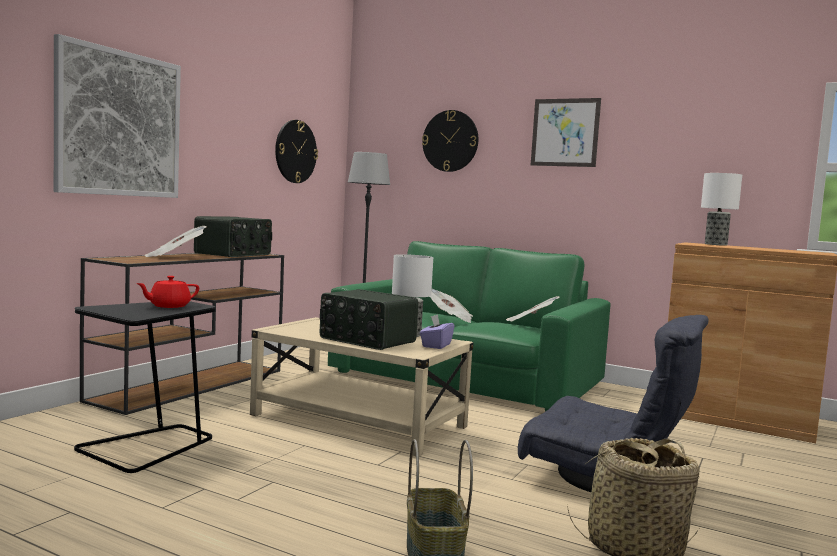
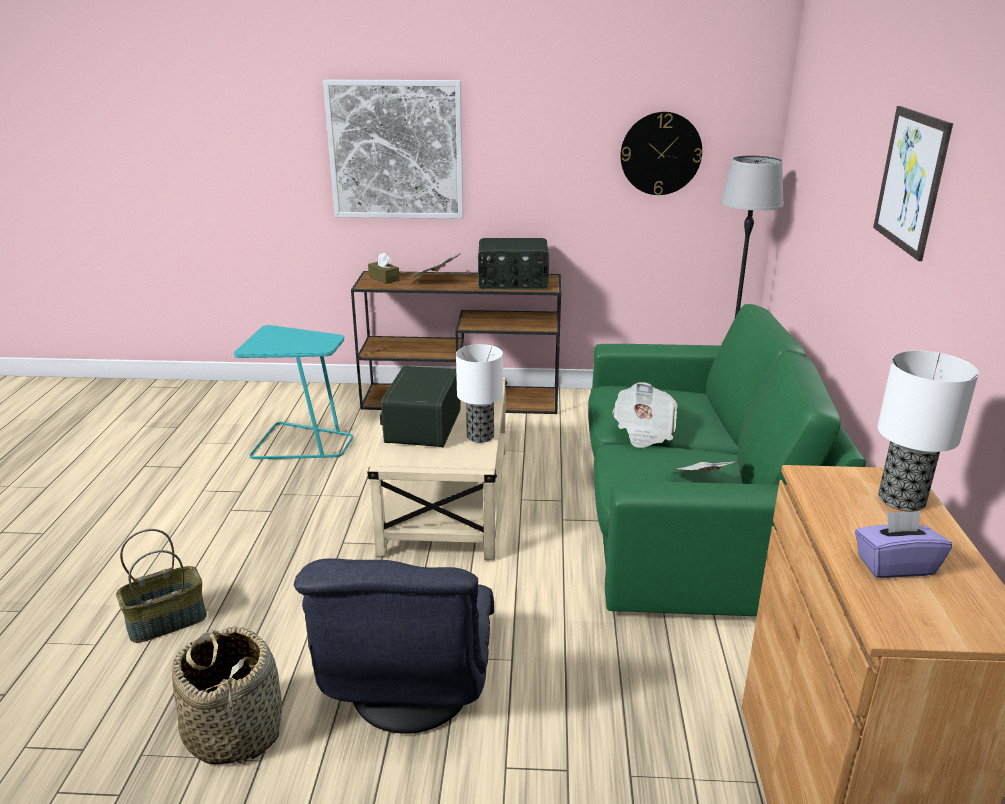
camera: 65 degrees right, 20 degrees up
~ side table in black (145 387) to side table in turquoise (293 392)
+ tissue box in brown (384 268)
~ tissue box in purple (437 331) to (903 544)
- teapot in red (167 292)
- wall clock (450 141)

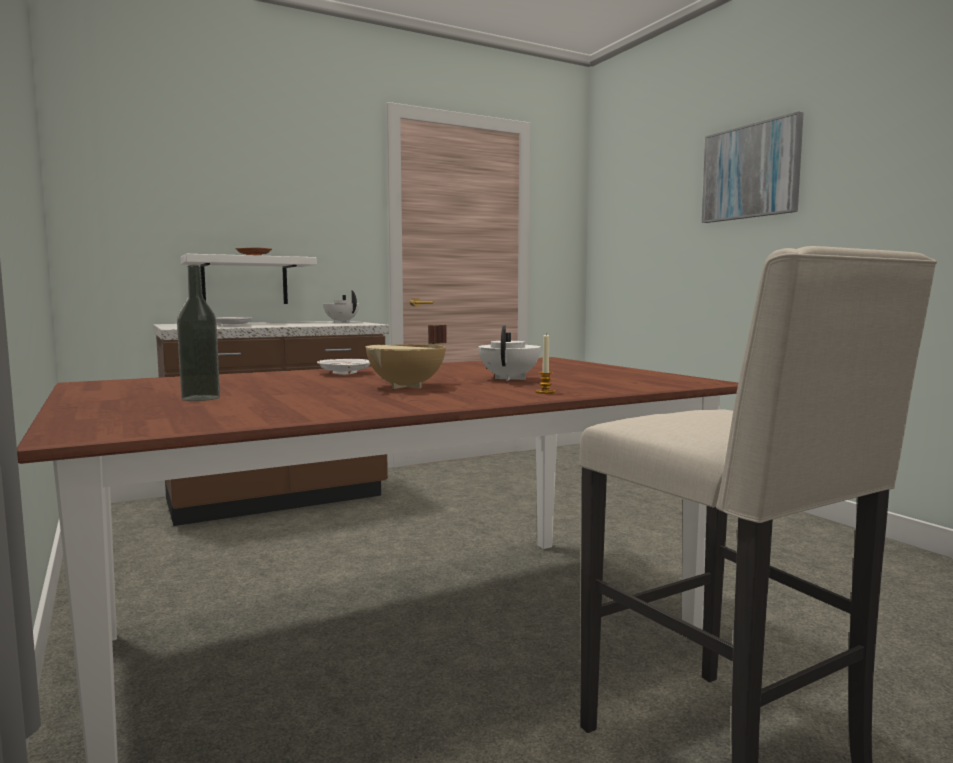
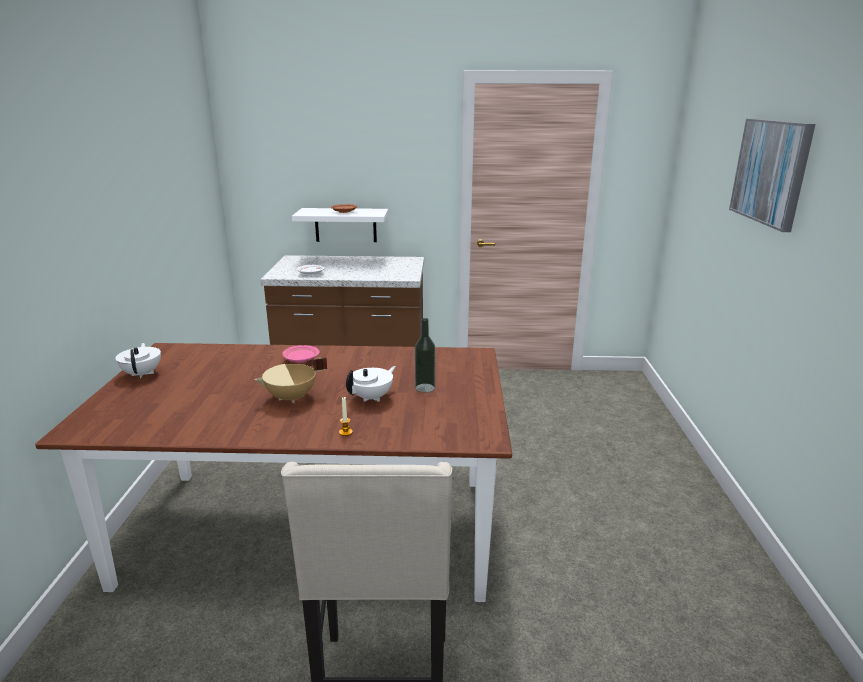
camera: 30 degrees right, 15 degrees up
~ teapot in white (341 306) to (138 360)
~ plate in white (343 367) to plate in pink (301 354)
~ bottle (198 333) to (425 355)

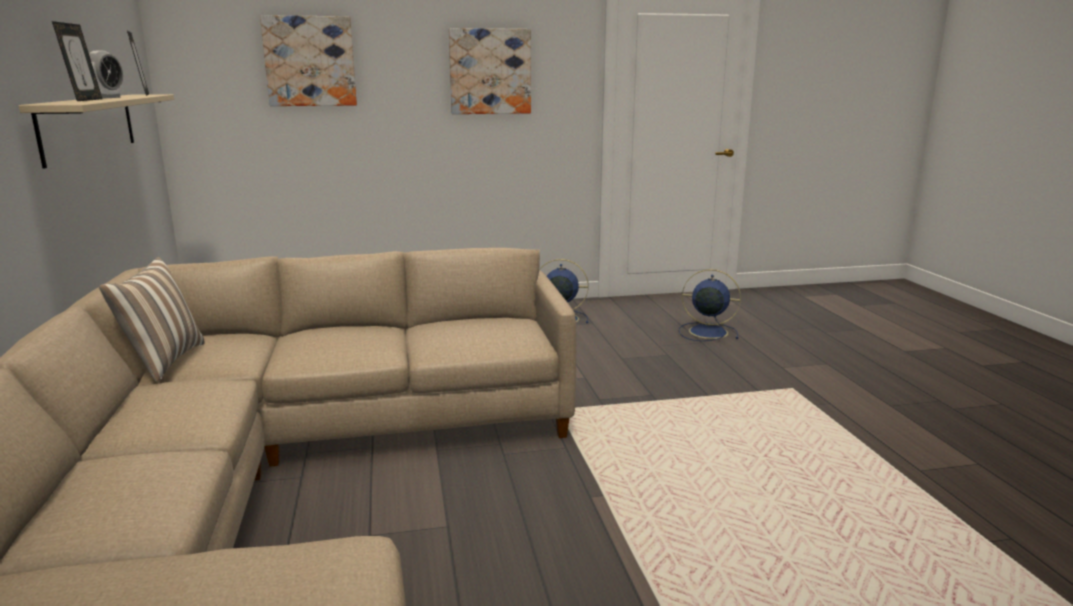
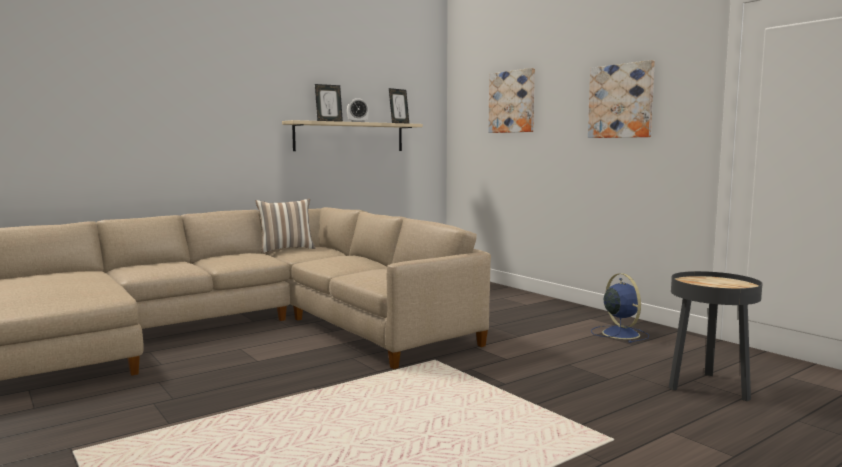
camera: 65 degrees right, 10 degrees down
~ fan in blue (710 305) to side table in black (715 336)

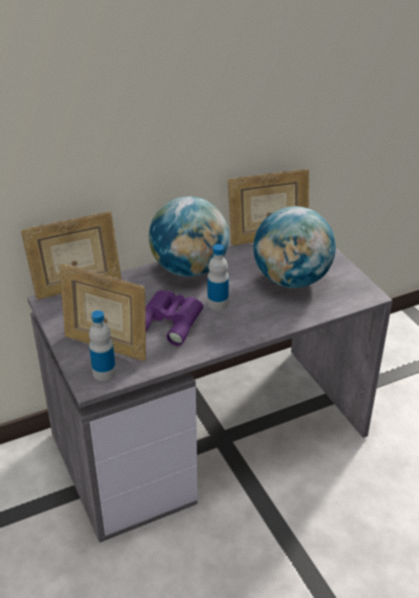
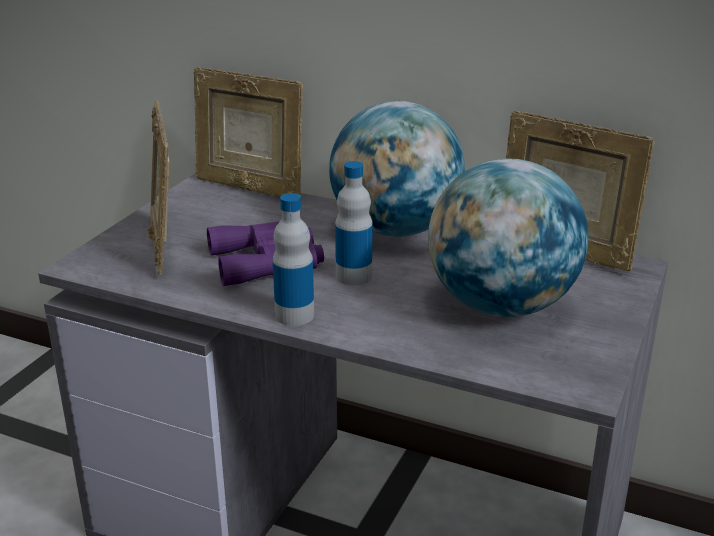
camera: 50 degrees right, 10 degrees down
~ bottle (102 345) to (293 259)

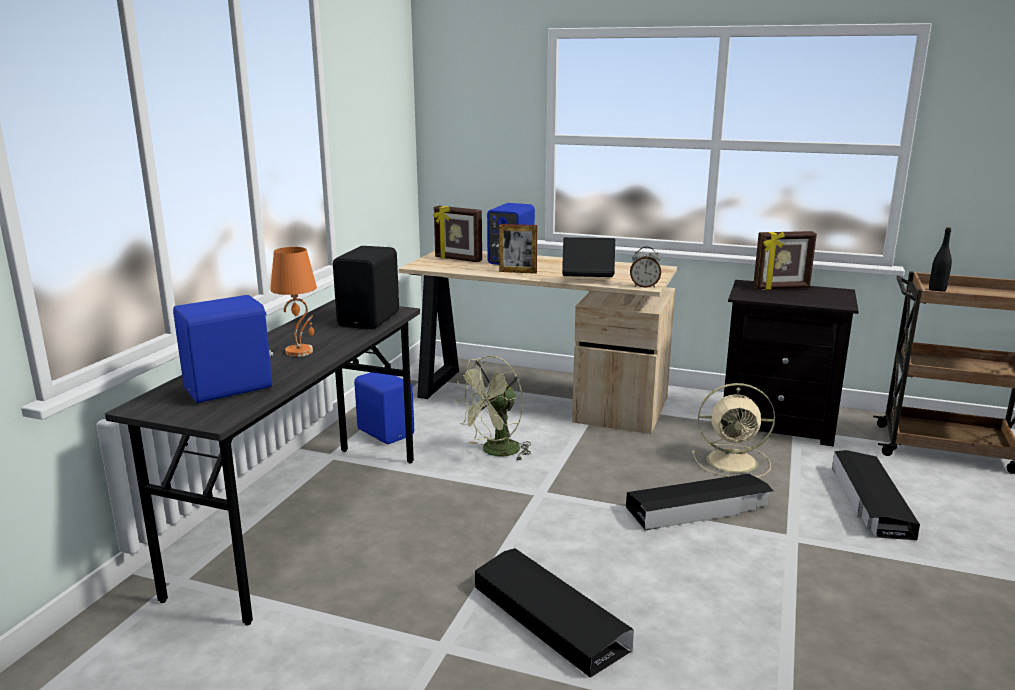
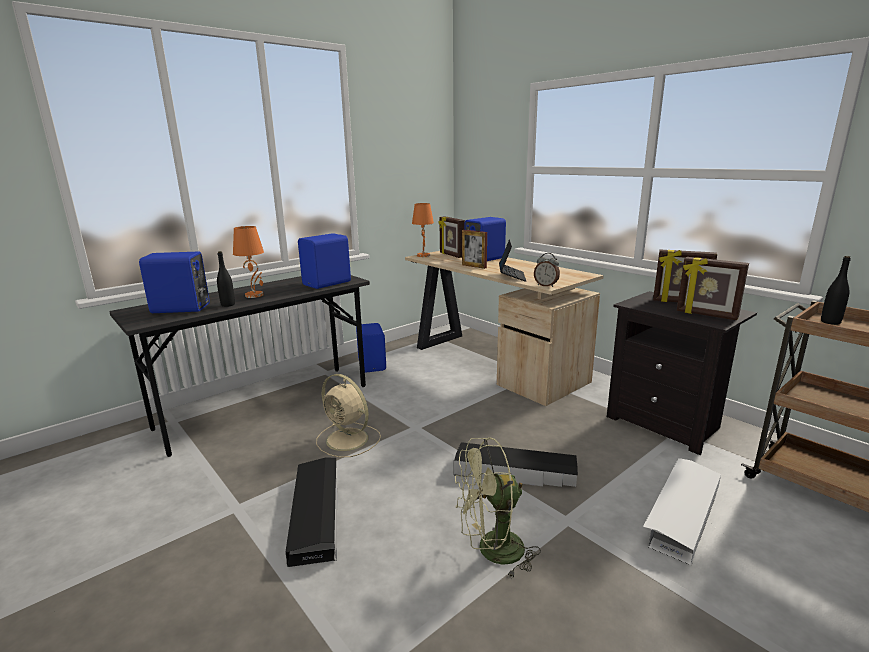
camera: 30 degrees right, 0 degrees up
+ bottle in black (226 279)
~ speaker in black (366 287) to speaker in blue (324 261)
~ fan in beige (733 430) to (348 416)
+ table lamp in orange (423 230)
~ fan in green (492 408) to (498 508)
~ laptop (588 257) = (512 260) 60 degrees clockwise
~ storage box in black (876 495) to storage box in white (682 511)
+ picture frame (713 288)

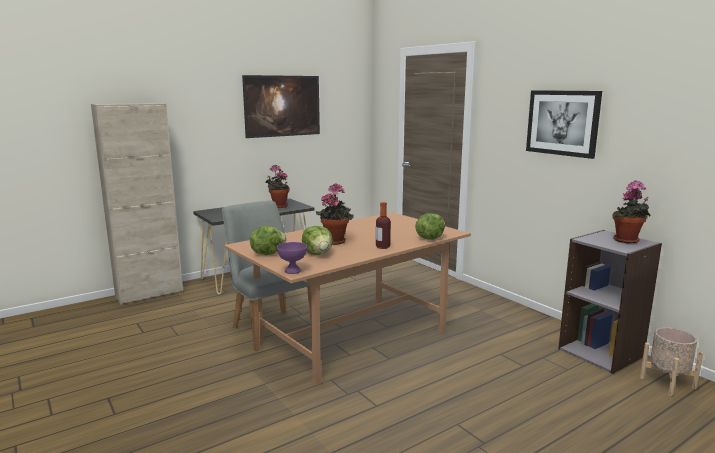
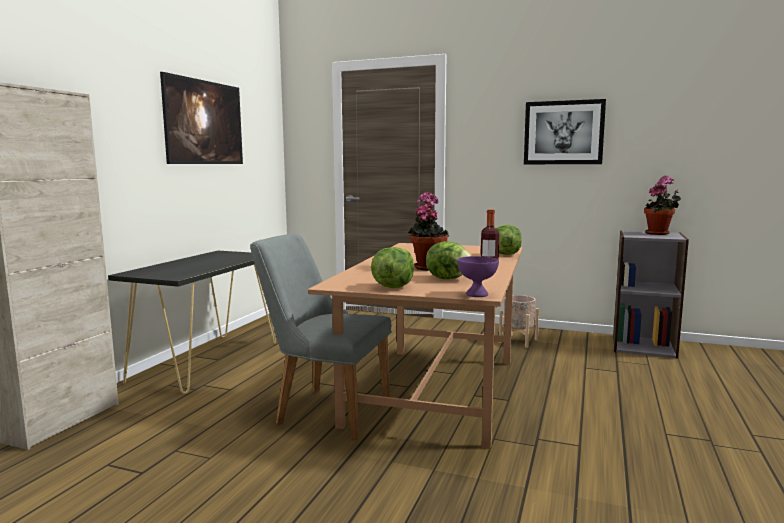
camera: 35 degrees left, 5 degrees down
~ planter in beige (671 361) to (519 321)
- potted plant (277 186)

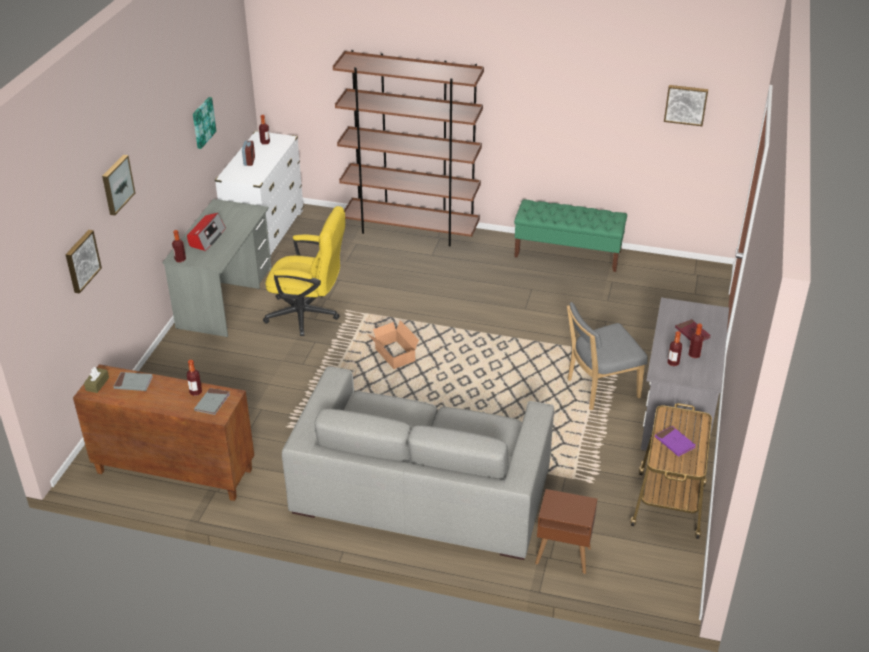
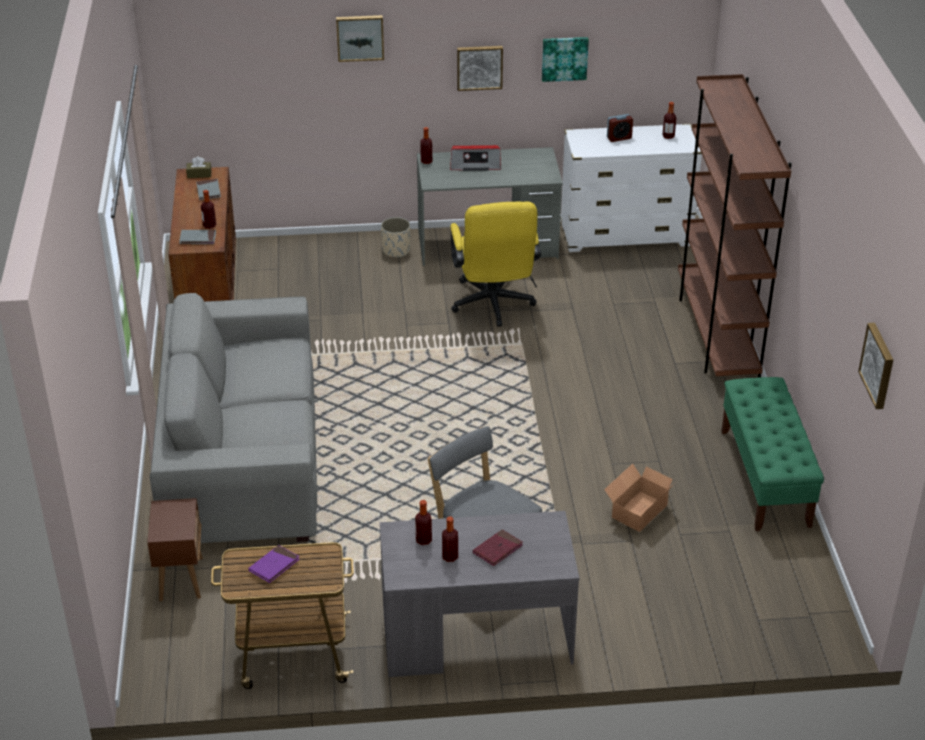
camera: 70 degrees right, 0 degrees up
+ planter in beige (396 237)
~ picture (84 262) to (480 68)
~ cardboard box (393 344) to (639 498)

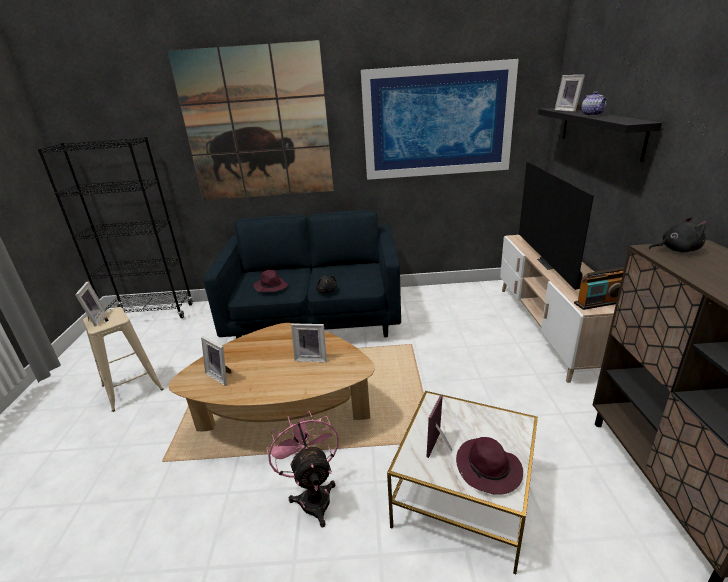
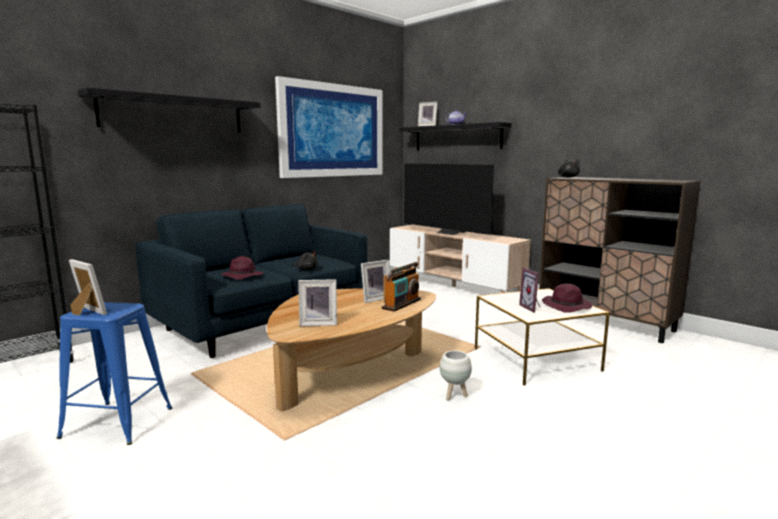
camera: 45 degrees left, 15 degrees down
~ stool in beige (123 359) to stool in blue (114 373)
~ picture (251 120) to shelf in black (169 109)
~ radio (599 288) to (401 287)
~ fan in pink (302 469) to planter in white (456 375)

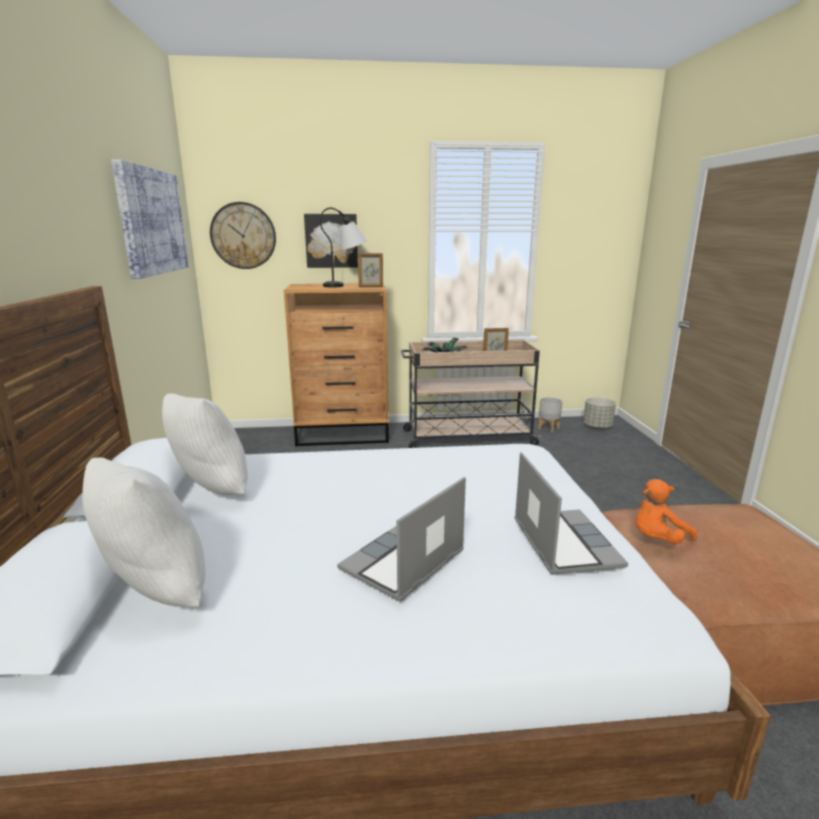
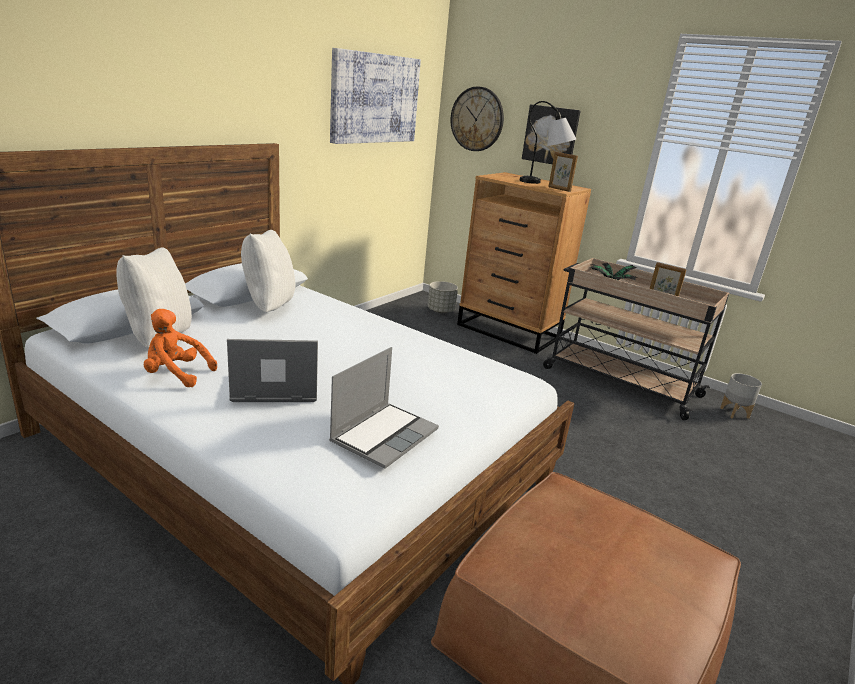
camera: 40 degrees right, 5 degrees up
~ plush toy in orange (666 511) to (180 348)
~ planter in grey (599 413) to (443 297)

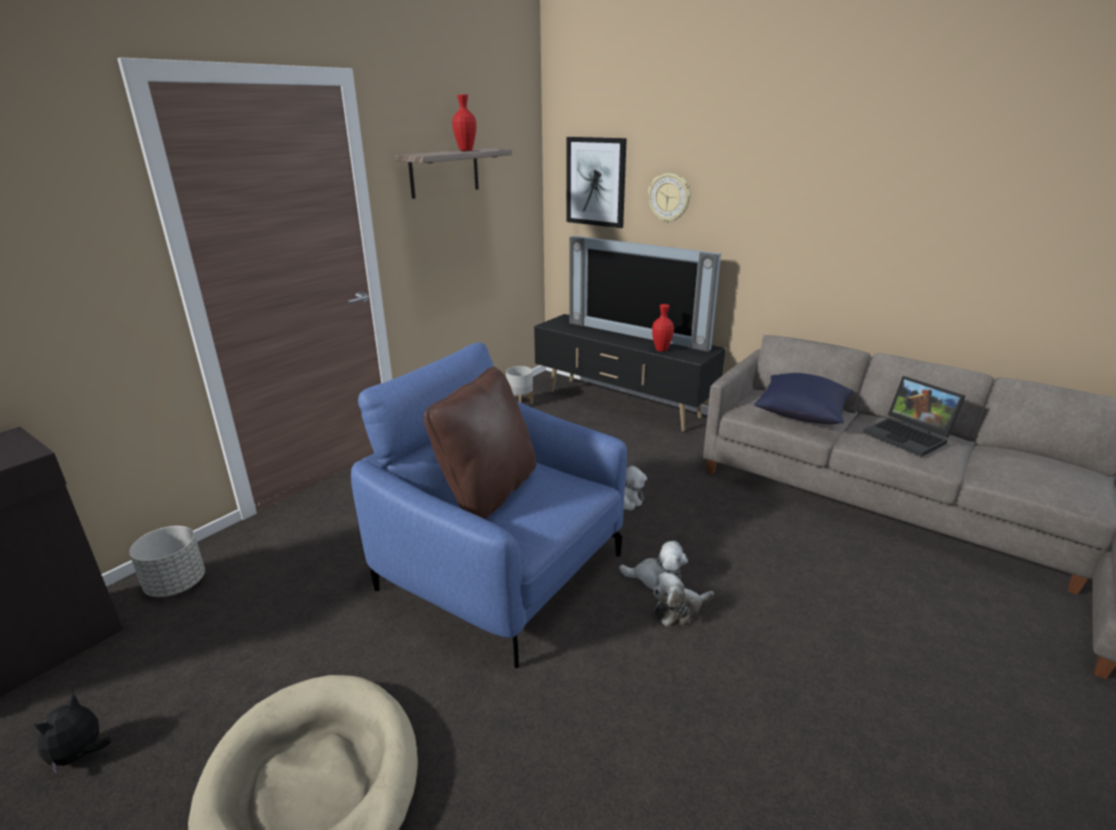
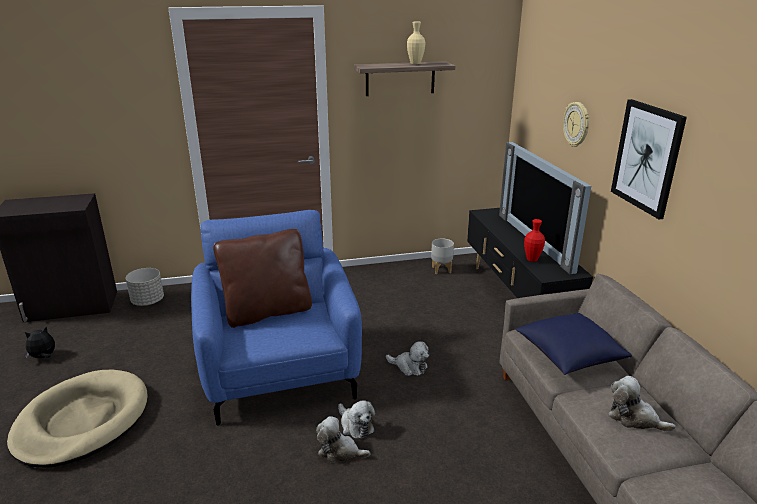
camera: 40 degrees right, 0 degrees up
~ vase in red (464 122) to vase in beige (416 43)
~ laptop (914 416) to plush toy (642 404)
~ picture (596 182) to (649 159)

